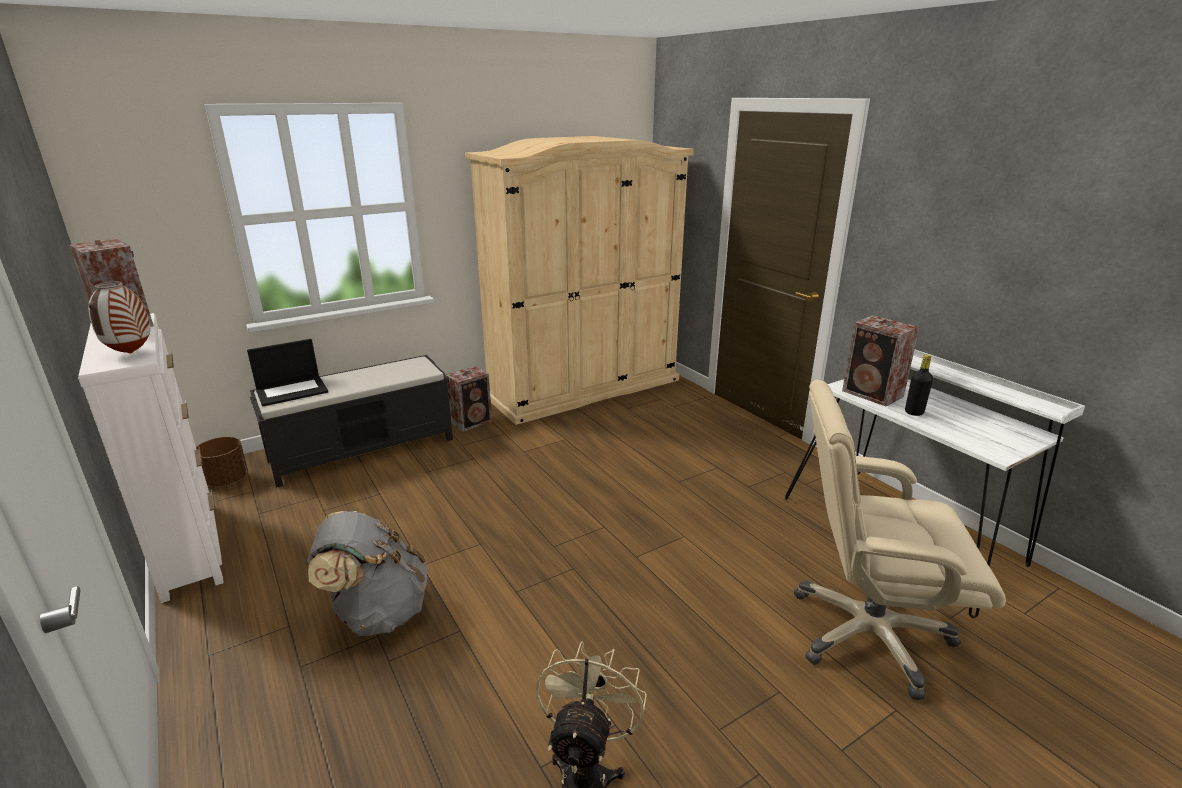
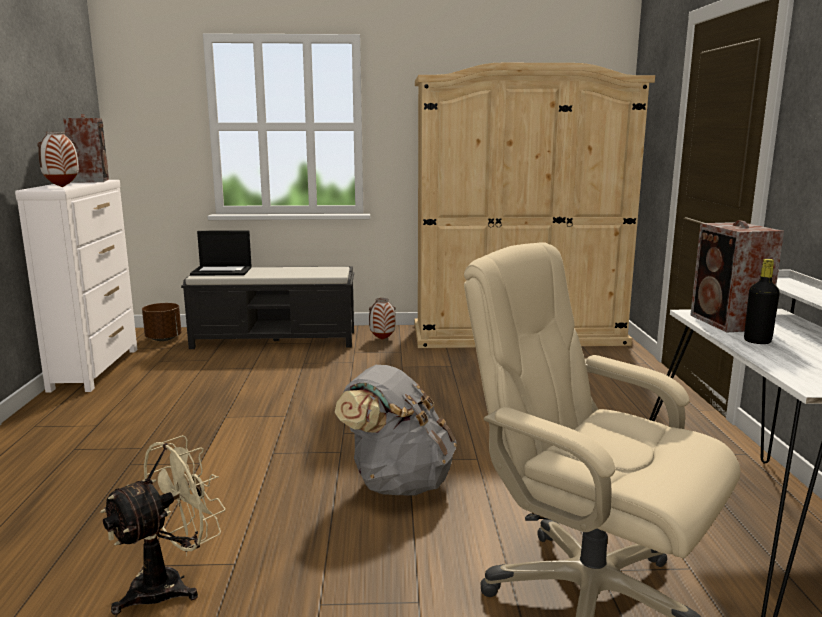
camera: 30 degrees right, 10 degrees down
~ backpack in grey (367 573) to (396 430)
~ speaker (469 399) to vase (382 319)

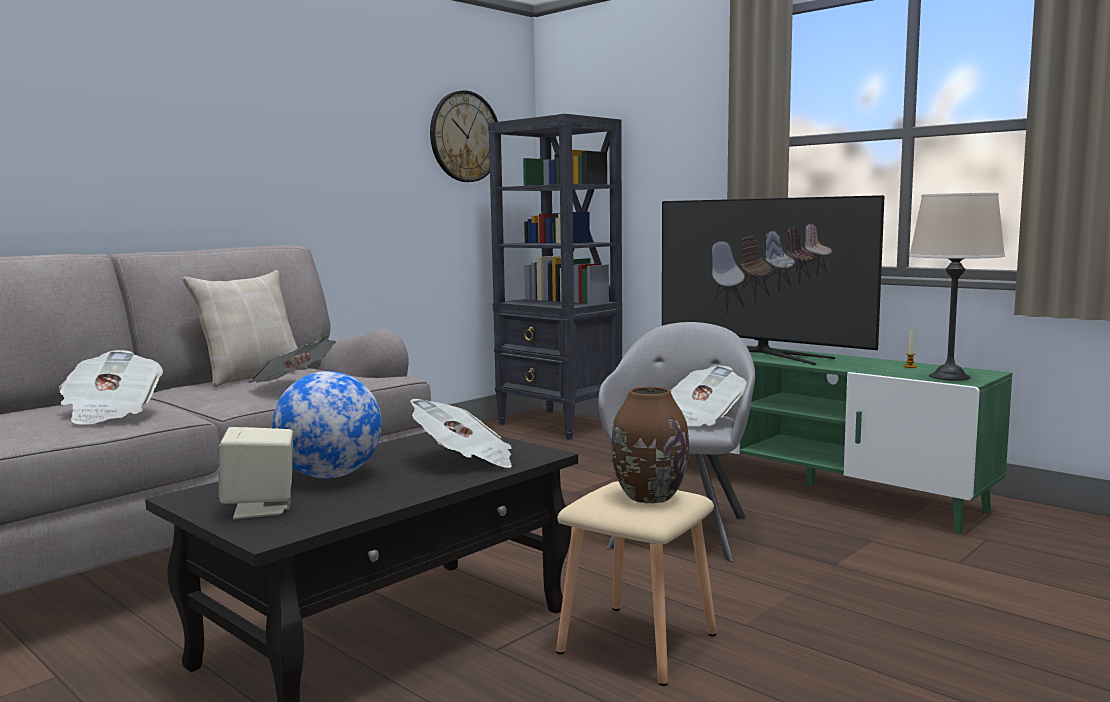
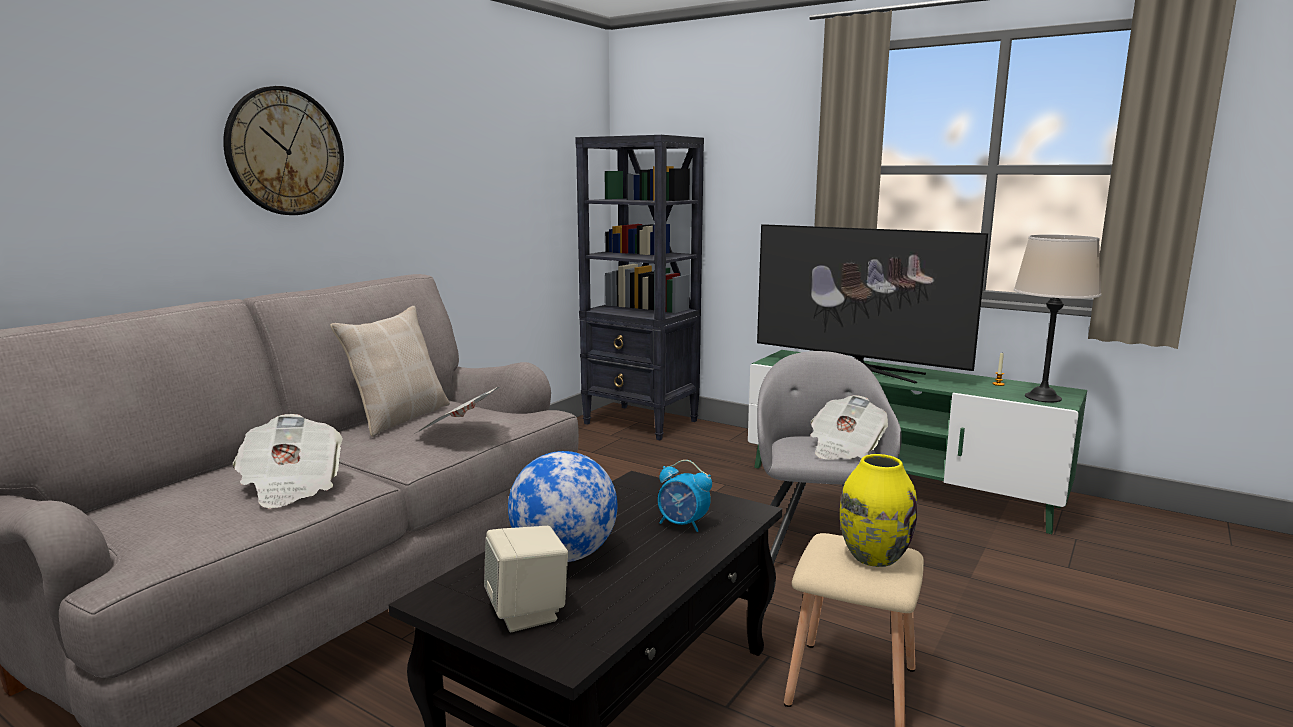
camera: 10 degrees left, 5 degrees up
~ wall clock (464 136) to (283 150)
~ newspaper (461 433) to alarm clock (685 496)
~ vase in brown (650 445) to vase in yellow (878 510)

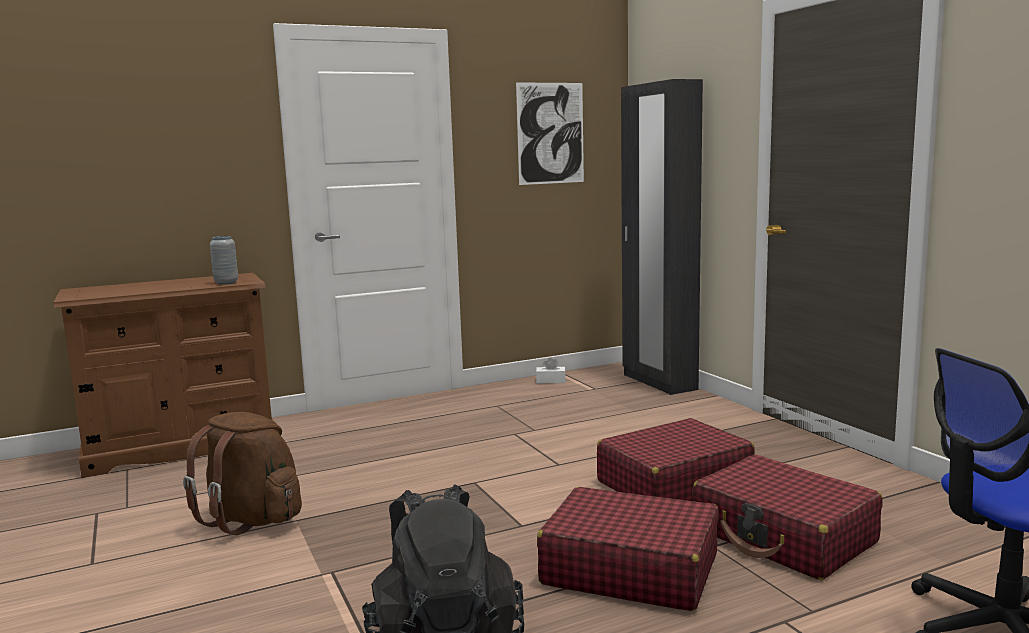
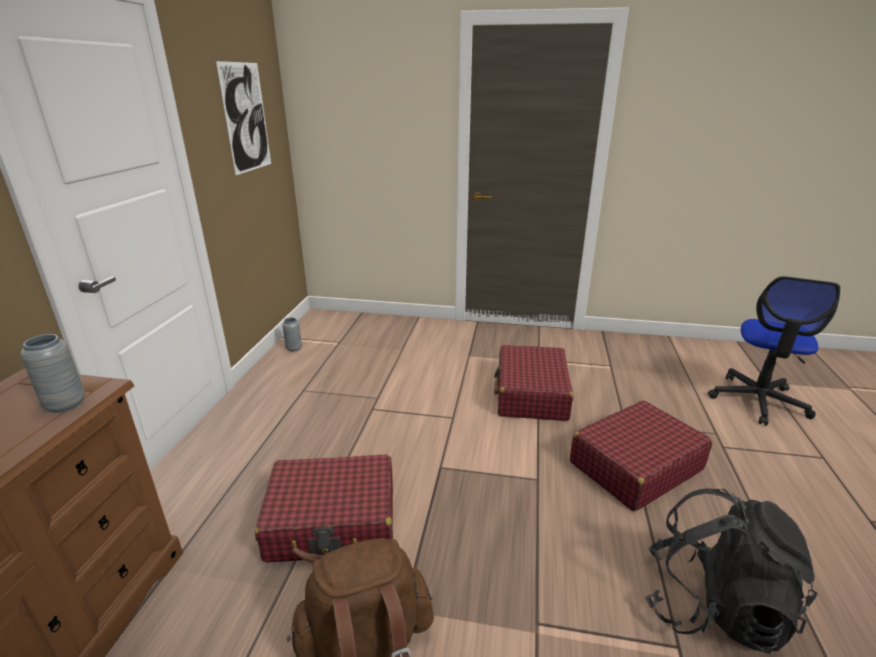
camera: 55 degrees left, 15 degrees up
~ suitcase in red (787 517) to (324 509)
~ tissue box in white (551 370) to vase in grey (292 334)
- wardrobe in black (662 237)

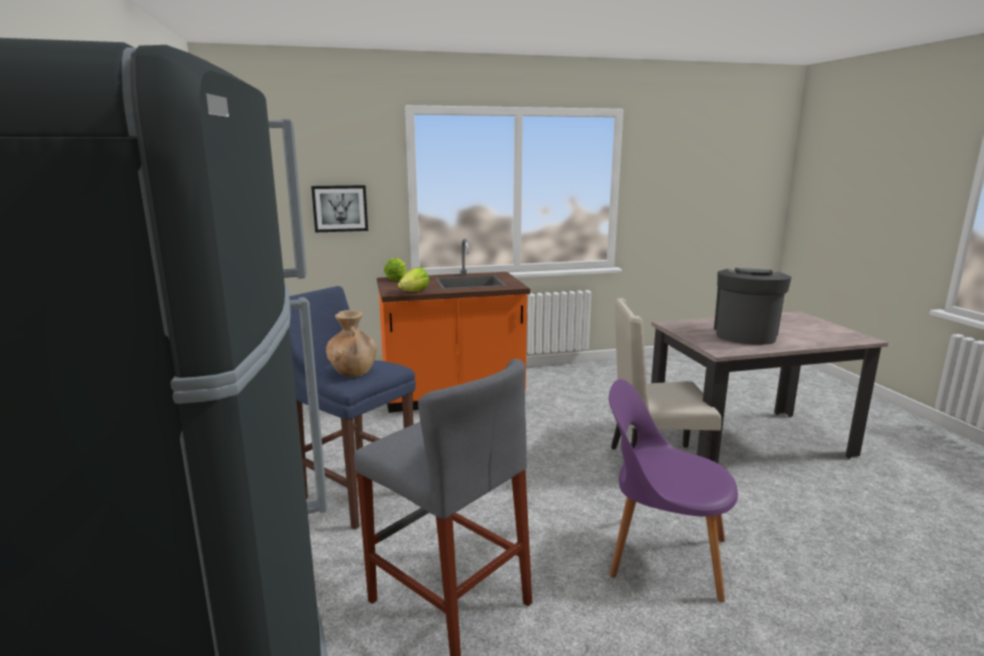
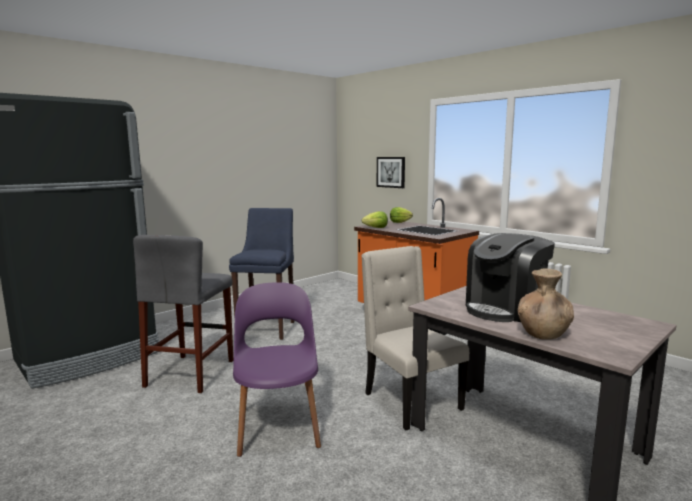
camera: 60 degrees right, 5 degrees down
~ coffee machine (752 306) = (510 277) 150 degrees clockwise
~ vase in brown (351 343) to (546 304)

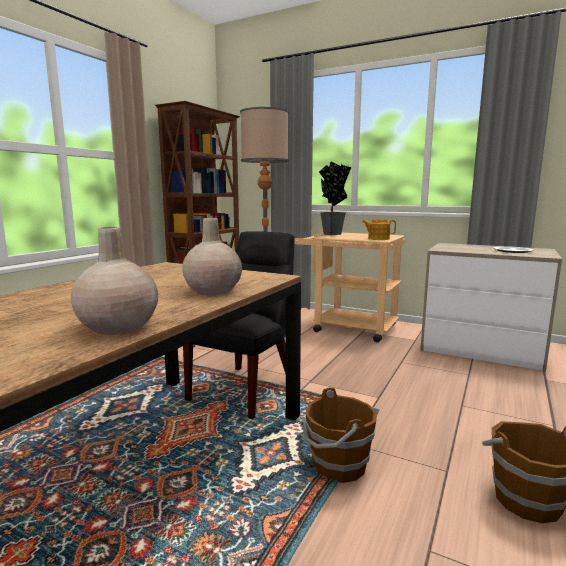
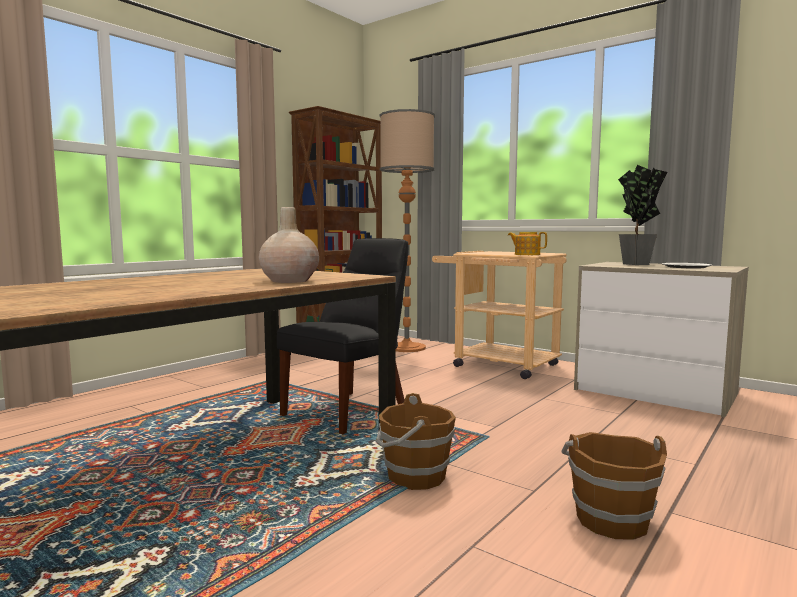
camera: 10 degrees right, 5 degrees down
~ potted plant (335 198) to (643 215)
- vase in beige (114 281)

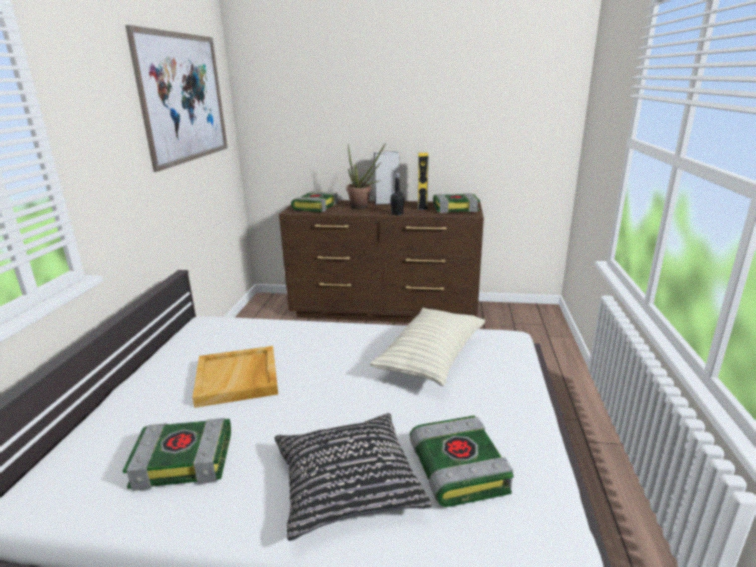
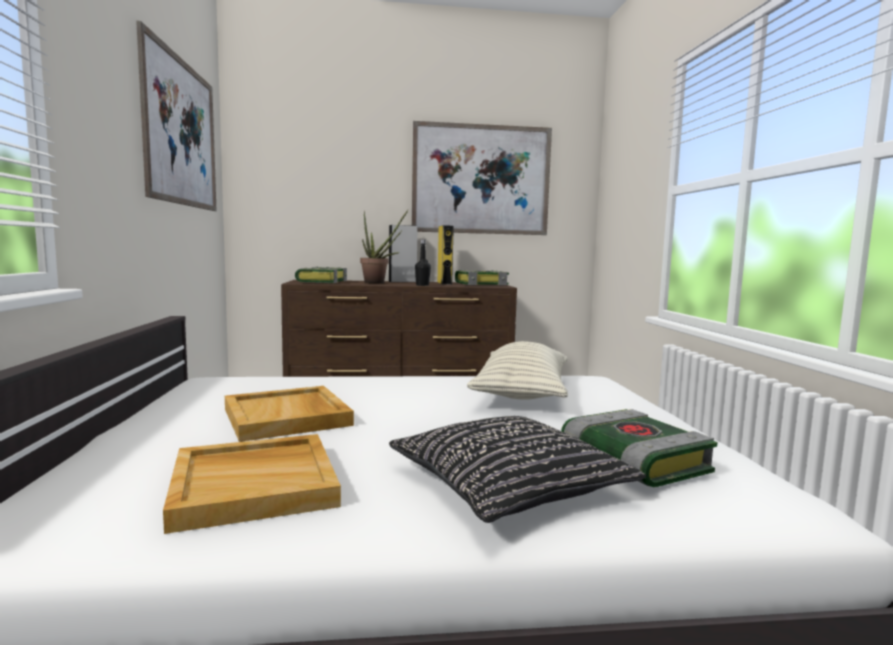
camera: 15 degrees left, 15 degrees down
~ book (176 454) to tray in beige (252 484)
+ picture (482 178)

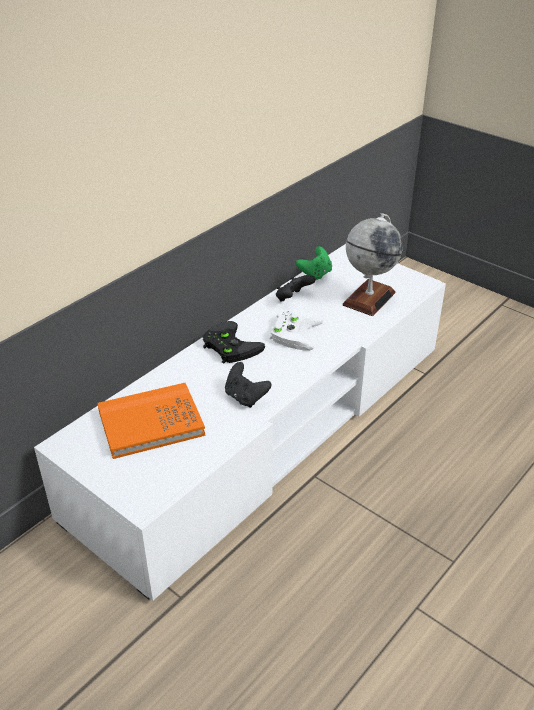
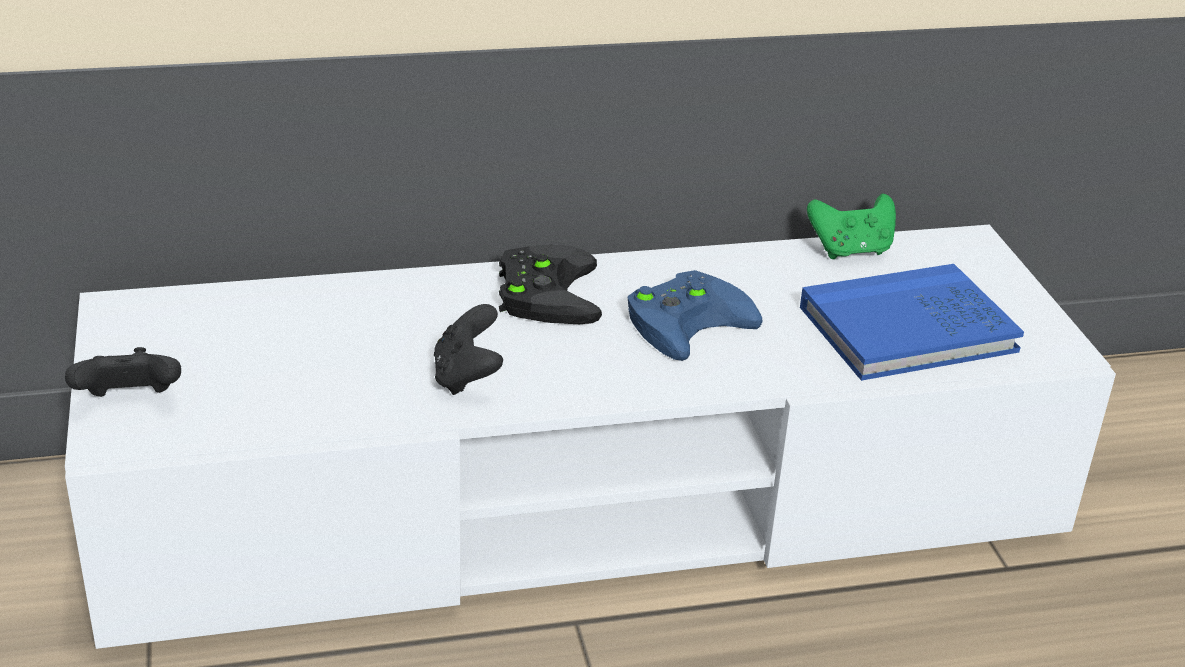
camera: 35 degrees right, 5 degrees down
~ game controller in black (295 288) to (123 372)
~ game controller in white (296 330) to game controller in blue (695 315)
~ globe (372 264) to book in blue (912 322)
- book in orange (151 421)

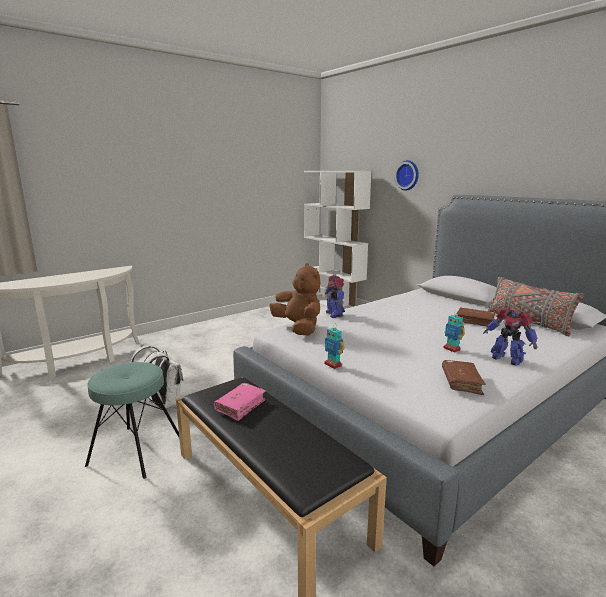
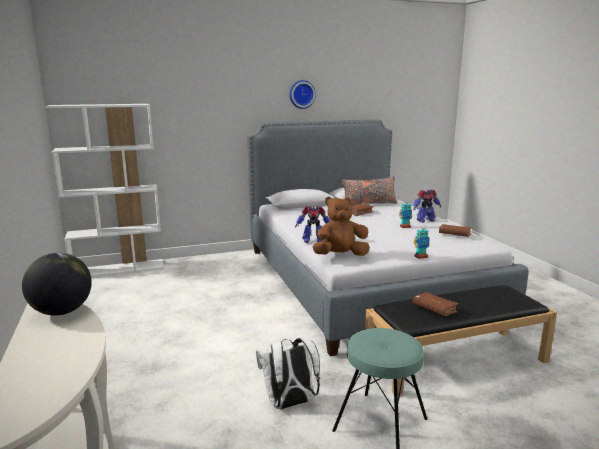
camera: 70 degrees left, 0 degrees up
+ globe (57 284)
~ wall clock (406 175) to (303 94)
~ book in pink (240 402) to book in brown (435 304)

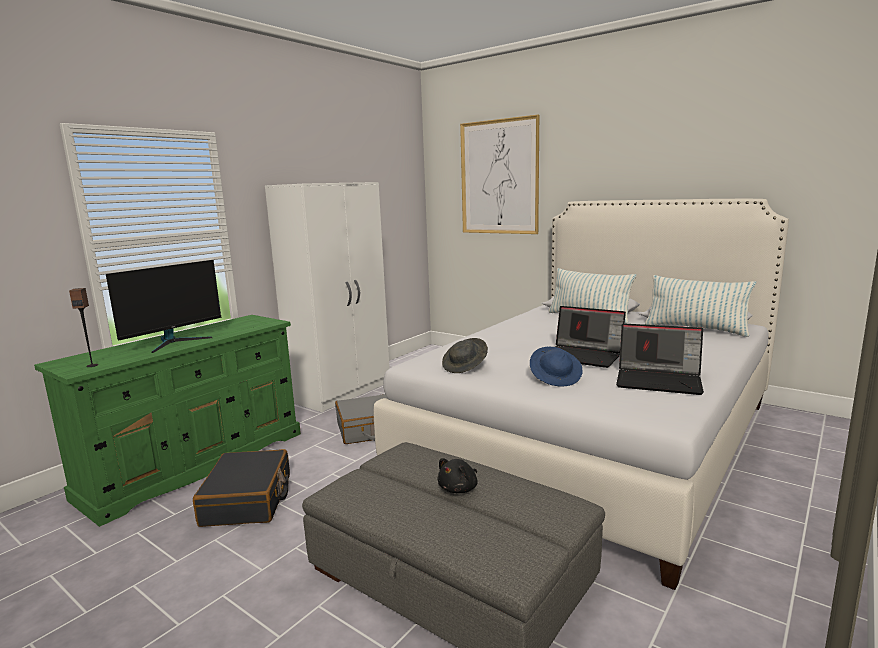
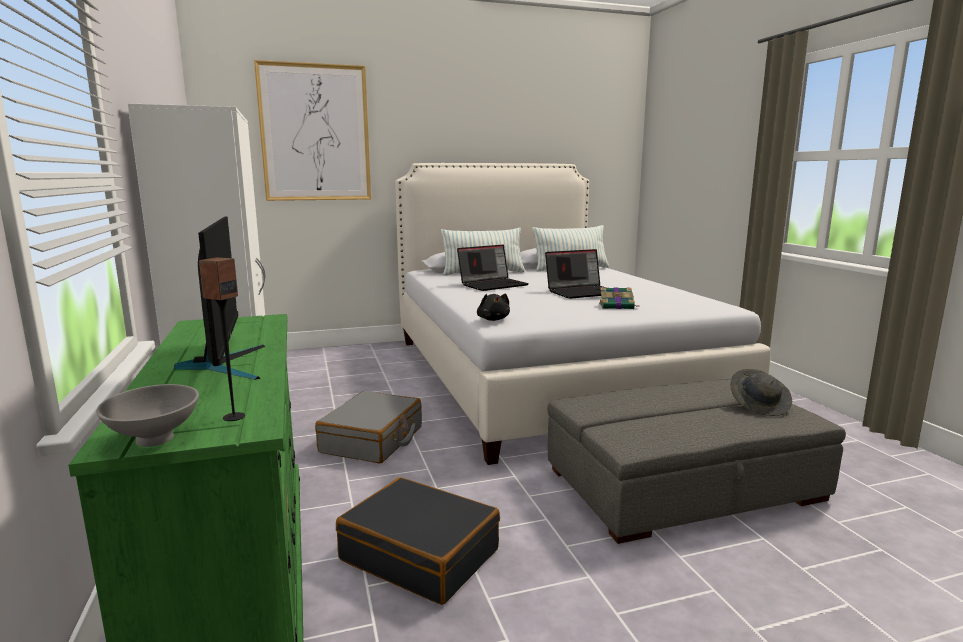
camera: 55 degrees left, 0 degrees up
+ bowl in grey (147 415)
~ laptop (660 359) to (493 268)
~ plush toy in black (458 475) to (493 307)
~ hat in blue (556 367) to book (619 298)
~ hat in grey (465 355) to (761 392)

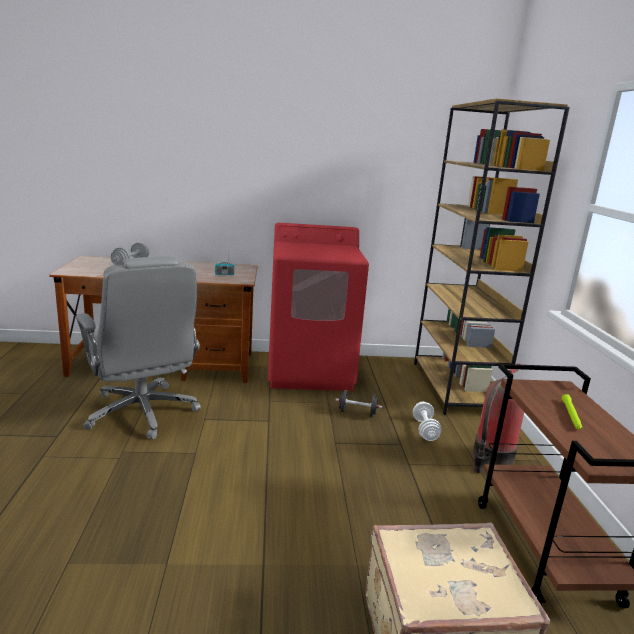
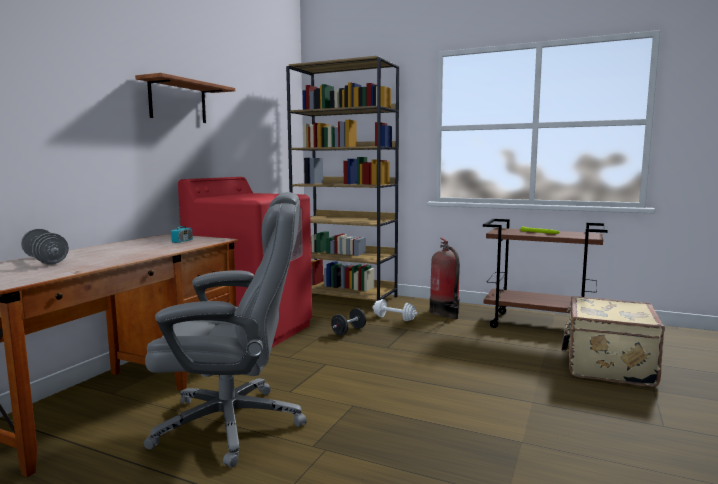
camera: 60 degrees left, 10 degrees down
+ shelf (185 98)

